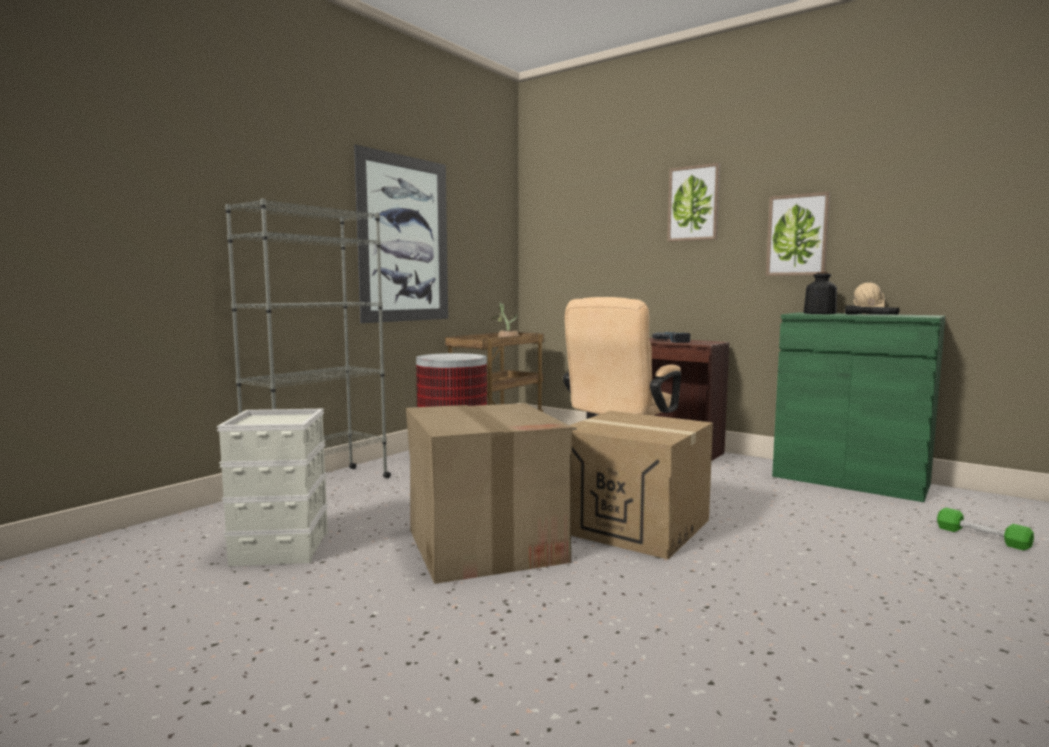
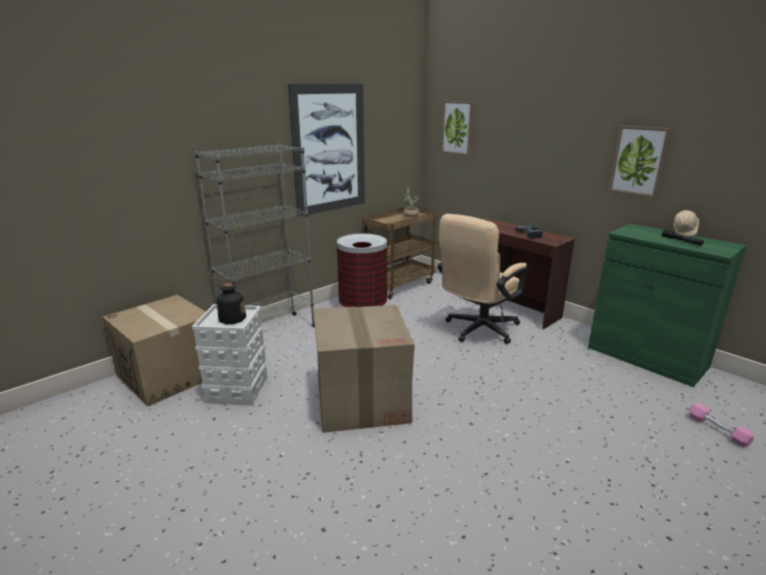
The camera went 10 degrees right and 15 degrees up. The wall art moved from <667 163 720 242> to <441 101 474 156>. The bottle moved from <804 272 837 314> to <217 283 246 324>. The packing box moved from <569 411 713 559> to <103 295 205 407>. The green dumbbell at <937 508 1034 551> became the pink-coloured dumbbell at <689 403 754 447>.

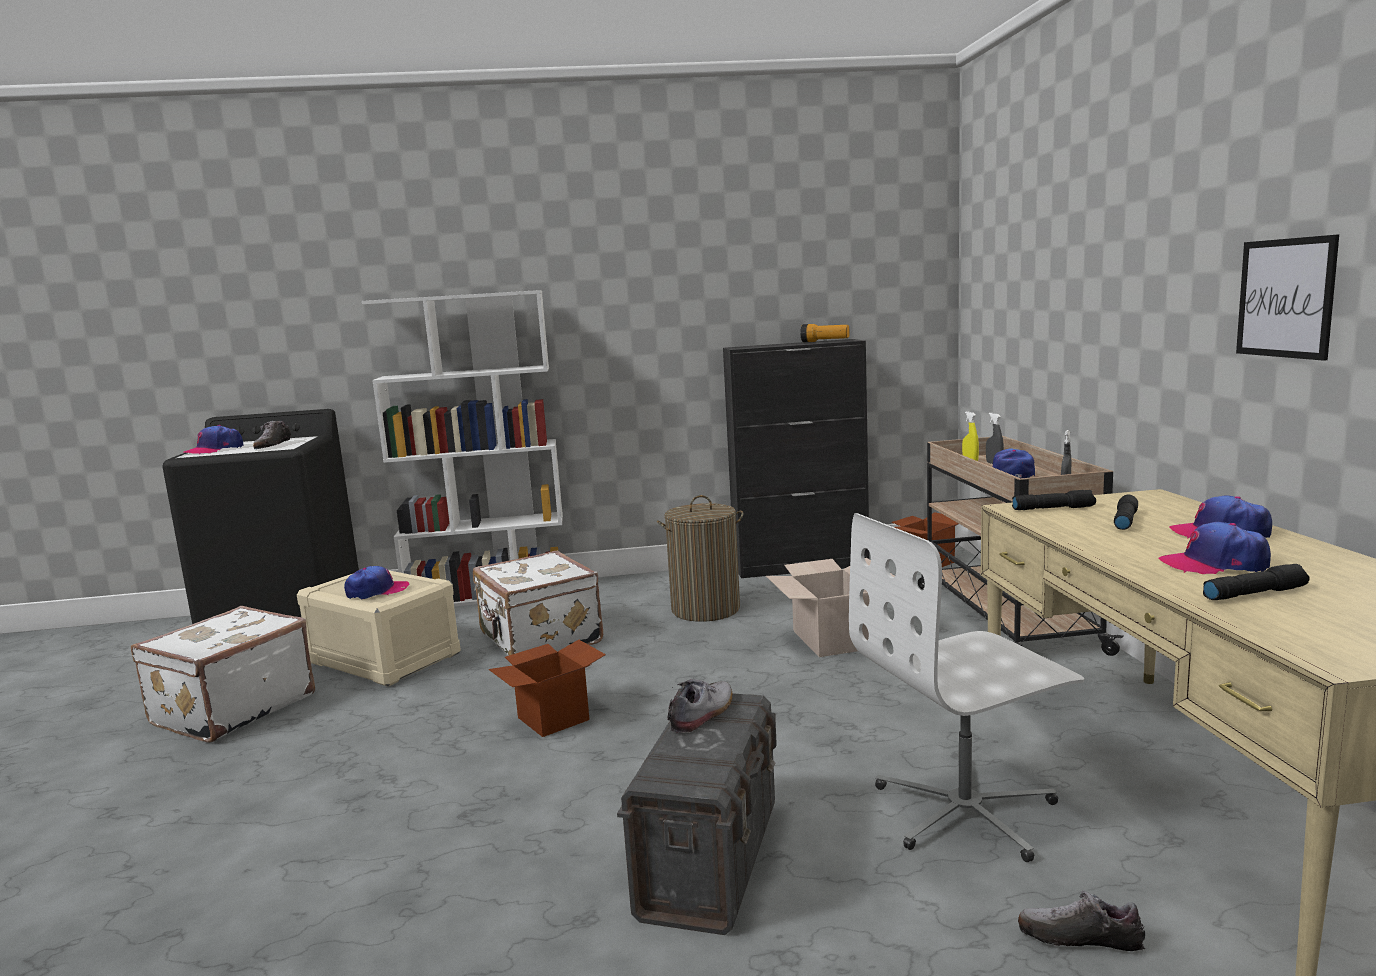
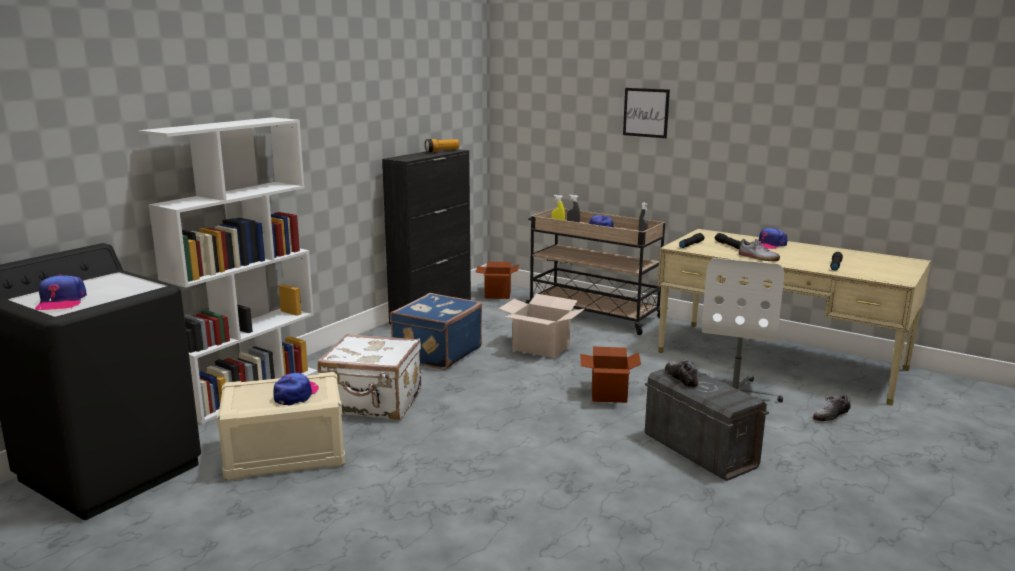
The camera went 50 degrees left and 5 degrees up. The wall art moved from <1236 234 1339 361> to <623 88 670 138>. The item of footwear moved from <253 421 291 449> to <739 239 780 261>. The hamper at <657 495 743 622> was replaced by the blue-coloured suitcase at <390 293 482 370>. The baseball cap at <1158 522 1271 574> disappeared. The whitish suitcase at <131 606 315 743> disappeared. The packing box moved from <488 640 606 737> to <581 347 641 403>.

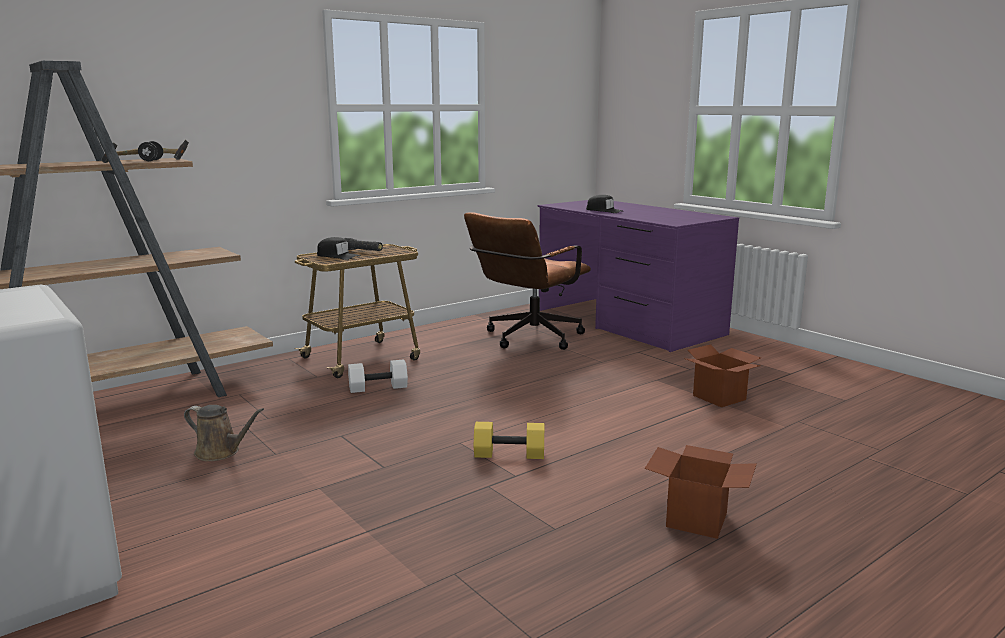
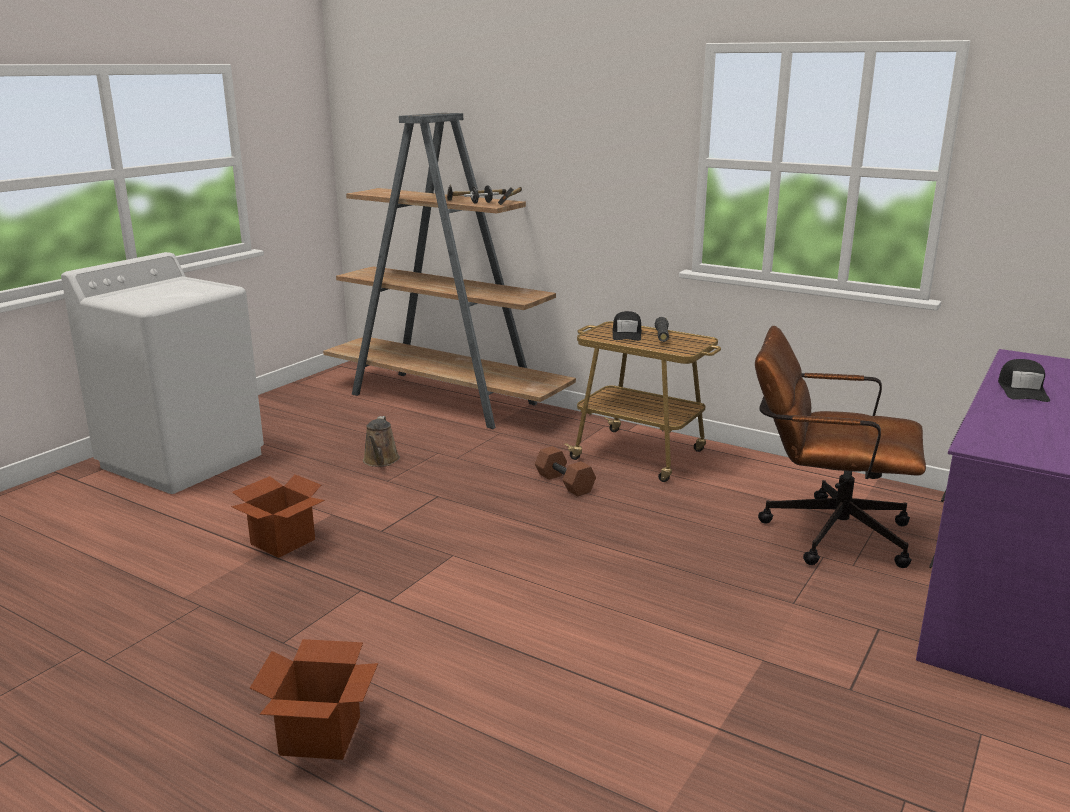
The camera went 70 degrees right and 5 degrees up. The packing box moved from <684 344 761 407> to <231 474 325 558>. The whitish dumbbell at <348 359 408 393> became the brown dumbbell at <535 446 596 496>. The yellow-coloured dumbbell at <474 422 544 459> disappeared.

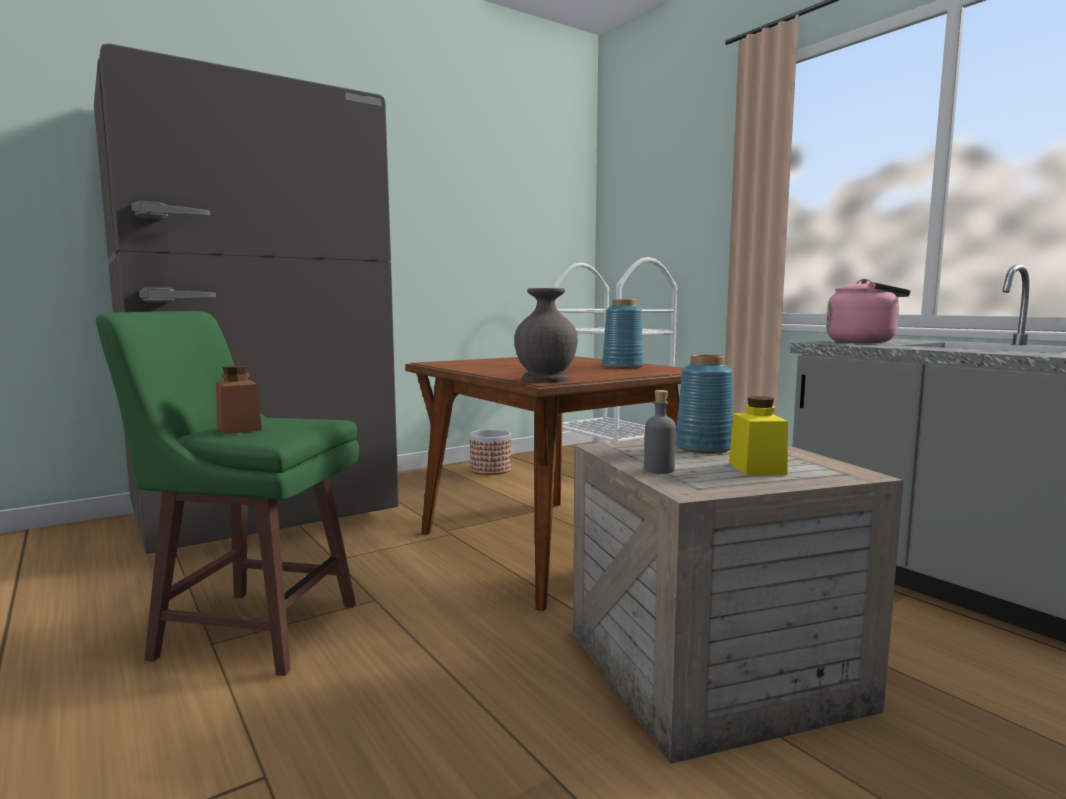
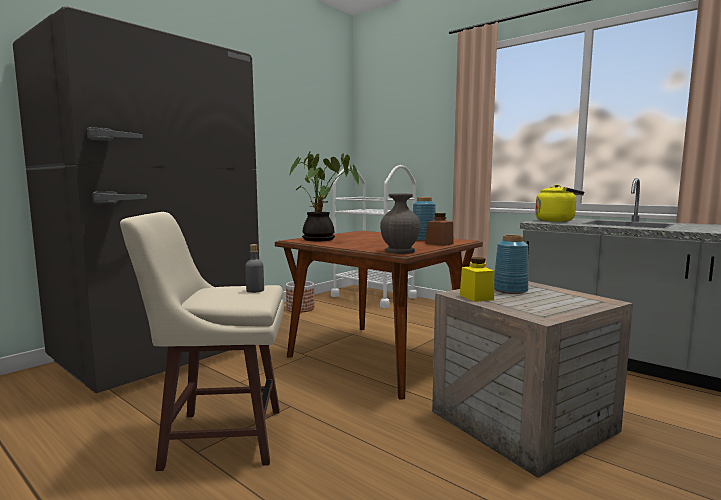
The camera went 15 degrees left and 0 degrees up. The pink-coloured water kettle at <826 279 911 343> became the yellow-coloured water kettle at <535 185 584 222>. The green sitting stool at <96 311 359 676> became the beige sitting stool at <120 212 284 471>. The brown storage jar moved from <216 365 262 434> to <426 213 454 246>. The gray bottle moved from <644 390 676 474> to <245 244 264 293>. The yellow-coloured storage jar moved from <729 396 788 476> to <460 257 494 302>. The plant in a pot at <290 151 359 241> appeared.

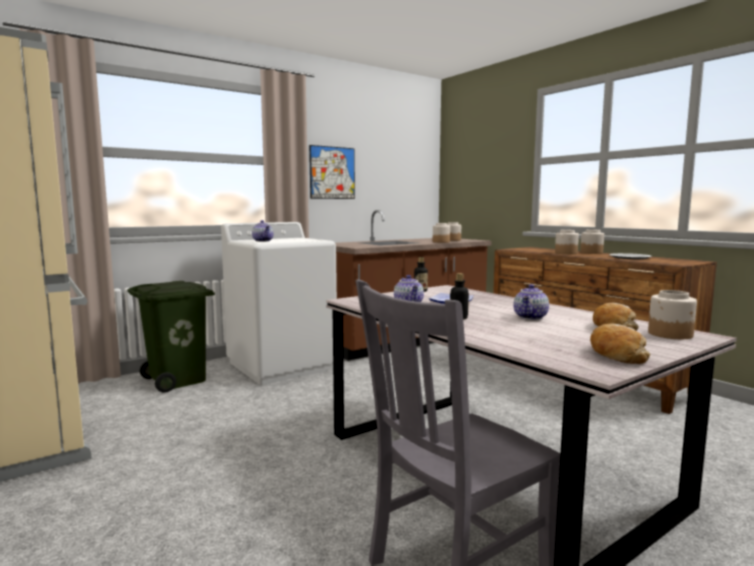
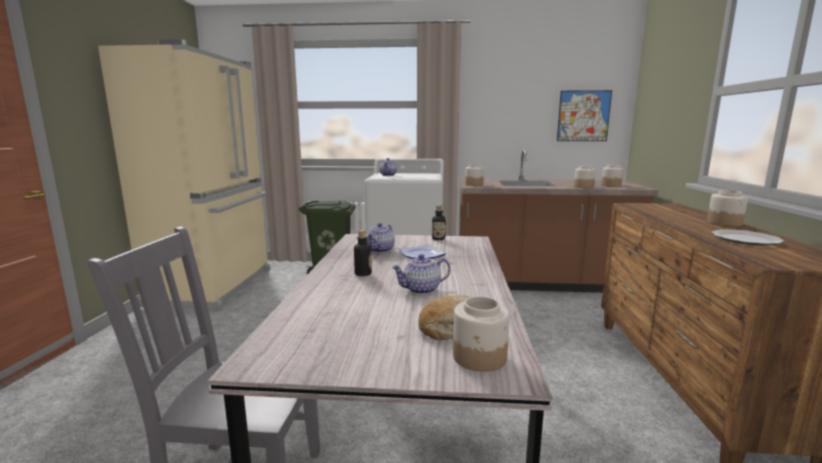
The camera went 40 degrees right and 5 degrees up. The wall art moved from <309 145 355 199> to <557 90 612 141>. The storage jar moved from <555 230 579 254> to <465 164 484 186>. The bakery bread at <590 323 650 364> disappeared.

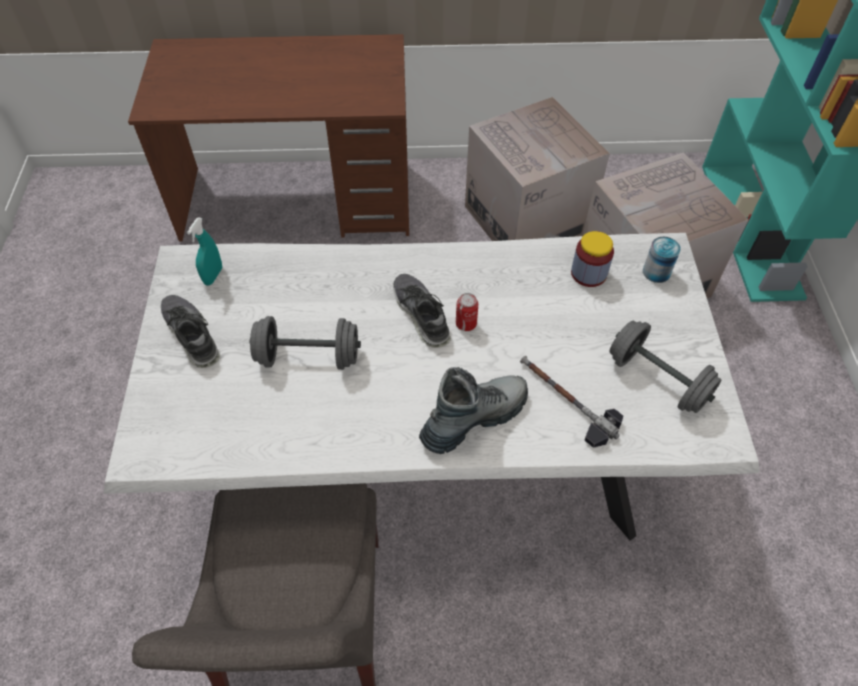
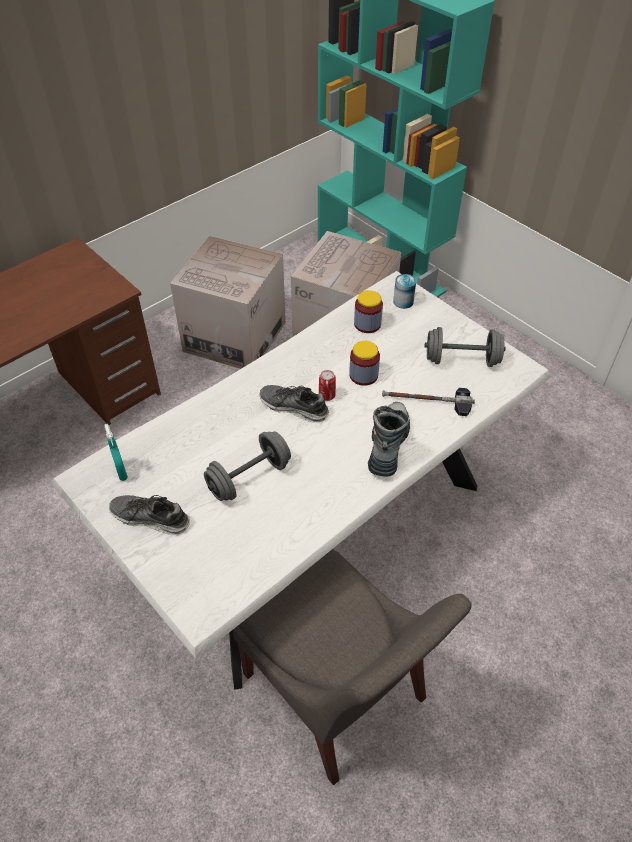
The camera went 40 degrees left and 5 degrees down. The storage jar at <349 341 380 386> appeared.

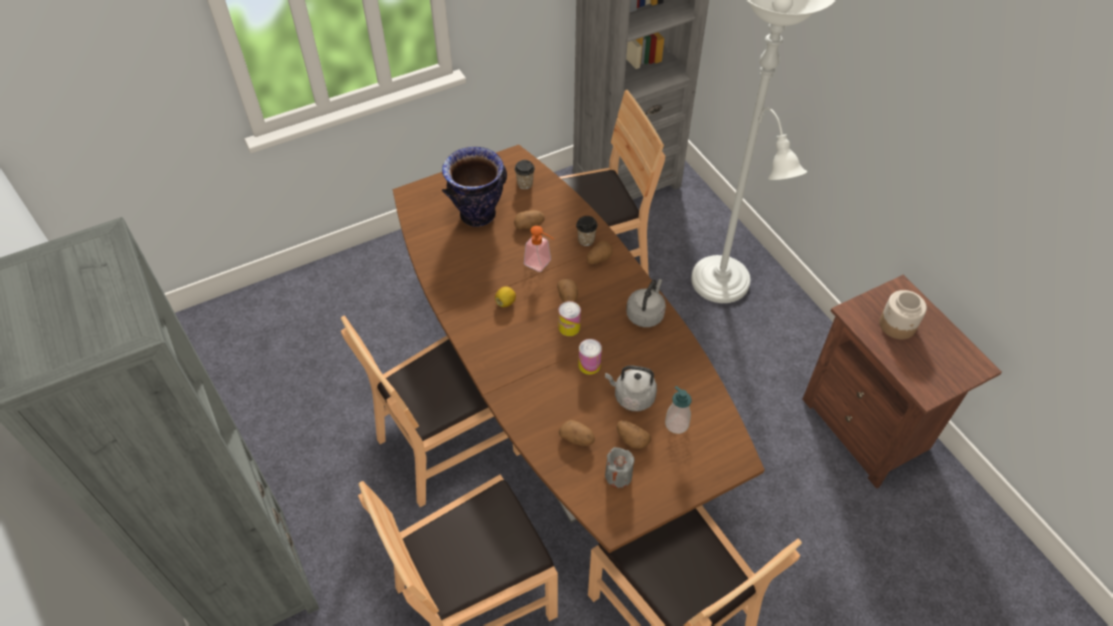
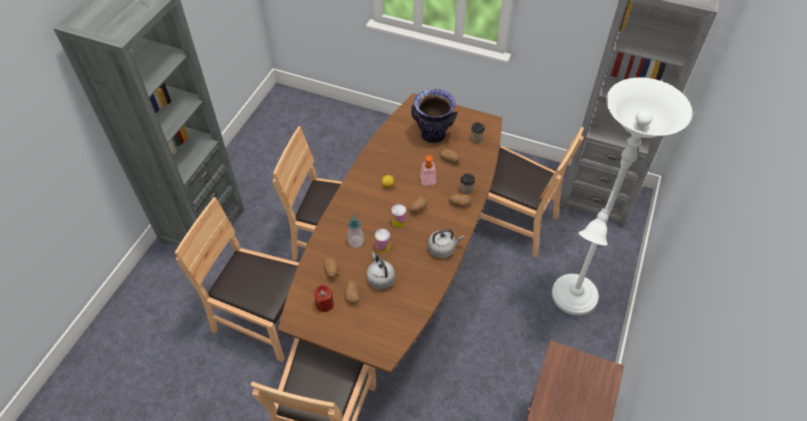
The camera went 50 degrees right and 0 degrees up. The storage jar at <879 290 927 339> disappeared. The soap dispenser moved from <665 386 692 434> to <348 214 364 248>. The gray candle at <605 447 634 488> became the reddish candle at <313 284 334 312>.

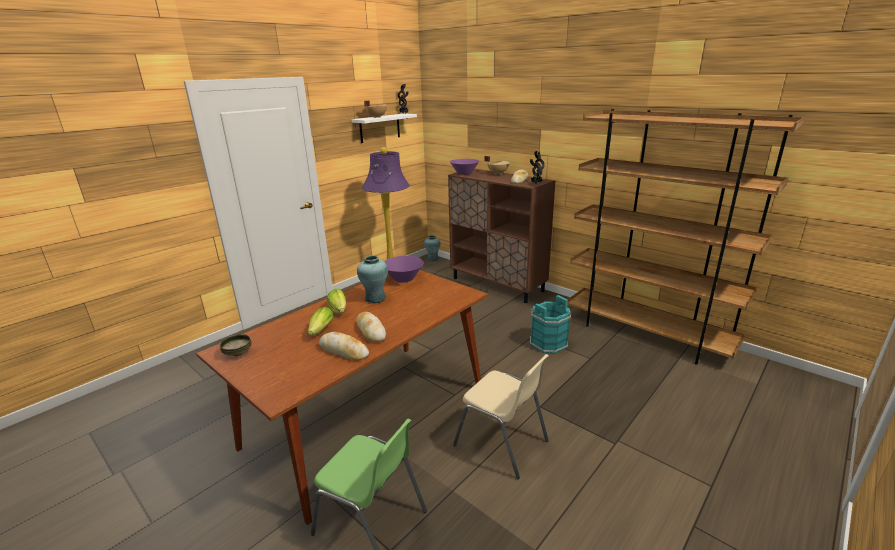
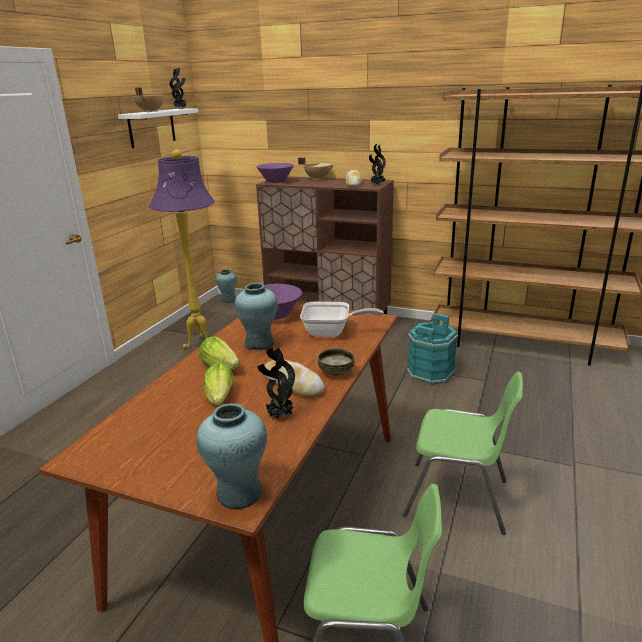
The camera went 20 degrees left and 0 degrees up. The bakery bread at <319 332 369 361> was replaced by the plant in a pot at <257 347 295 419>. The serving bowl moved from <220 334 251 356> to <318 348 355 376>. The beige plain chair at <453 354 549 479> became the green plain chair at <403 371 523 535>. The skillet at <300 302 384 337> appeared. The turquoise decorative vase at <197 403 267 509> appeared.

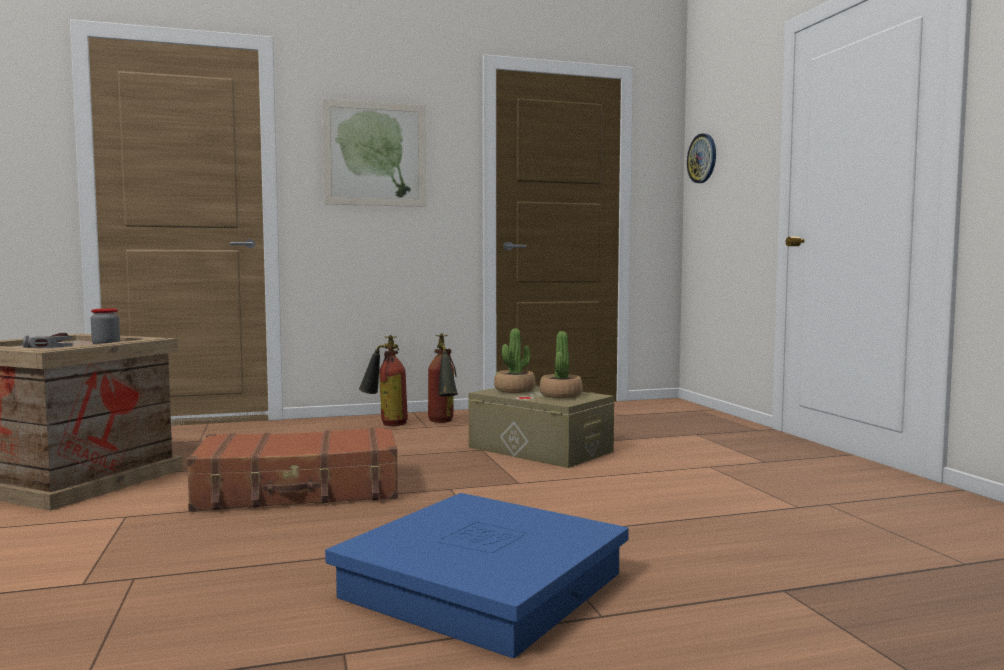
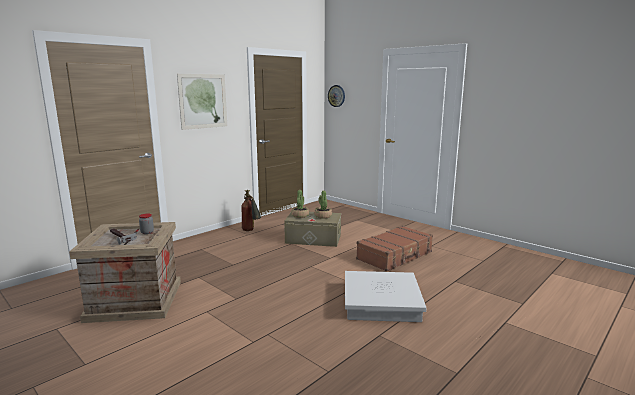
The camera went 30 degrees left and 10 degrees up. The fire-fighting cylinder at <359 335 408 426> disappeared. The brown suitcase moved from <186 426 398 511> to <356 226 433 272>. The blue-coloured storage box at <325 493 629 658> became the whitish storage box at <344 271 426 322>.

